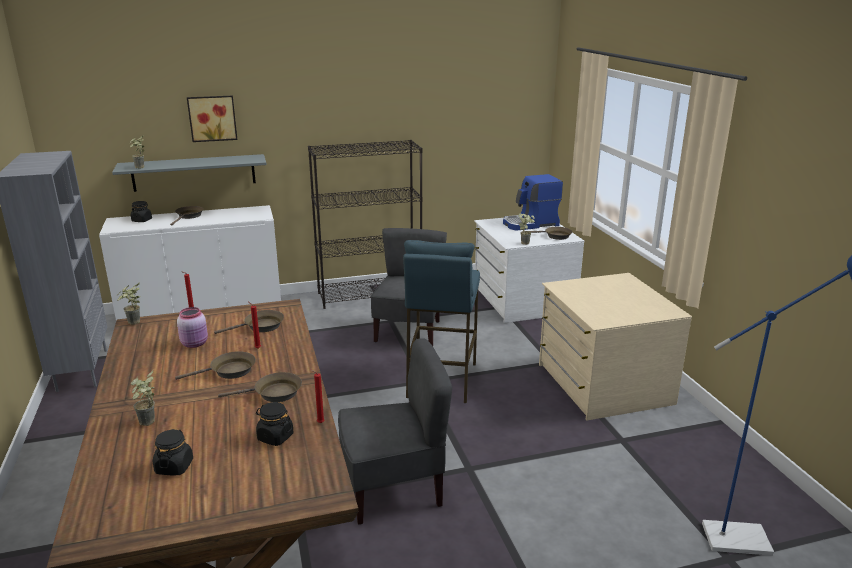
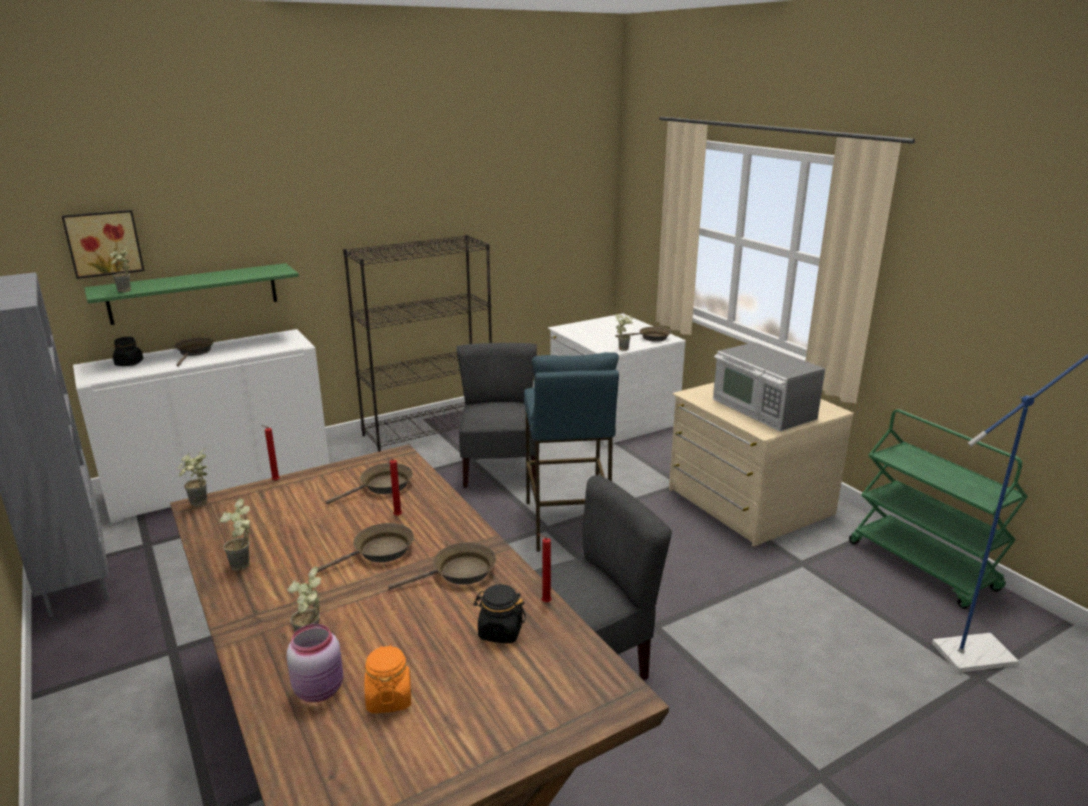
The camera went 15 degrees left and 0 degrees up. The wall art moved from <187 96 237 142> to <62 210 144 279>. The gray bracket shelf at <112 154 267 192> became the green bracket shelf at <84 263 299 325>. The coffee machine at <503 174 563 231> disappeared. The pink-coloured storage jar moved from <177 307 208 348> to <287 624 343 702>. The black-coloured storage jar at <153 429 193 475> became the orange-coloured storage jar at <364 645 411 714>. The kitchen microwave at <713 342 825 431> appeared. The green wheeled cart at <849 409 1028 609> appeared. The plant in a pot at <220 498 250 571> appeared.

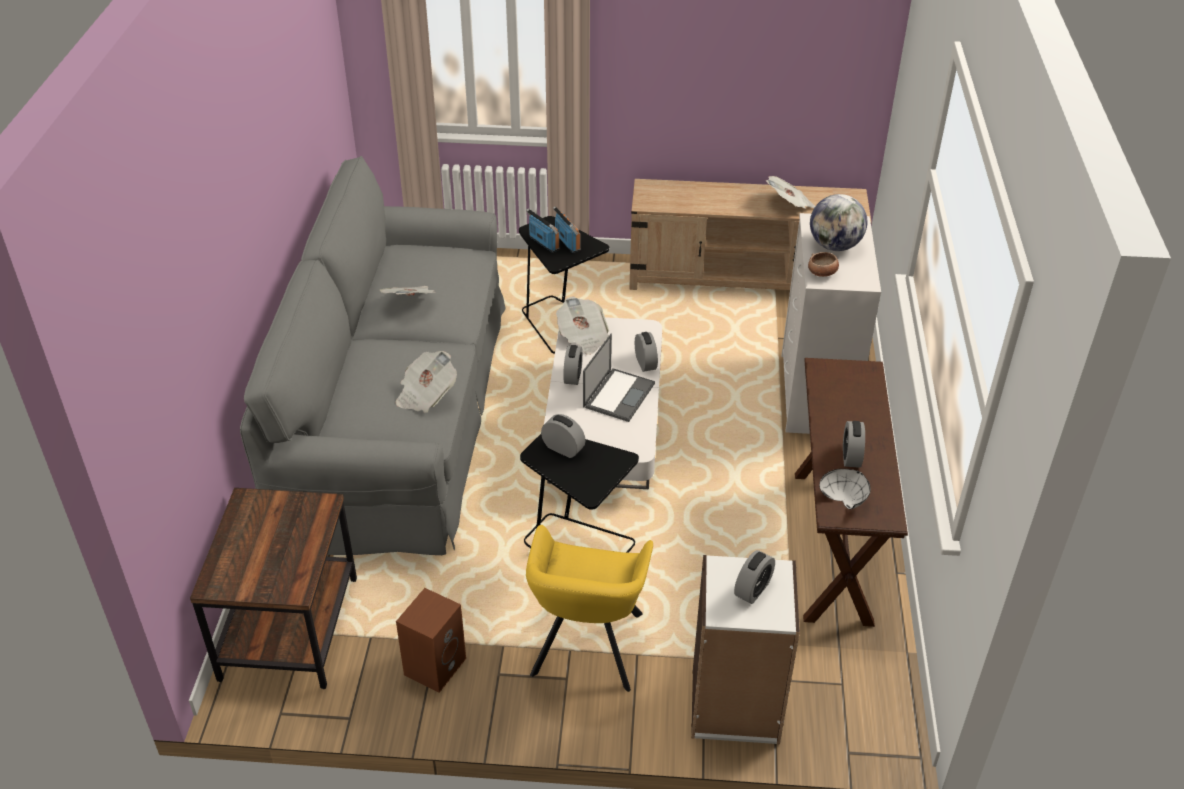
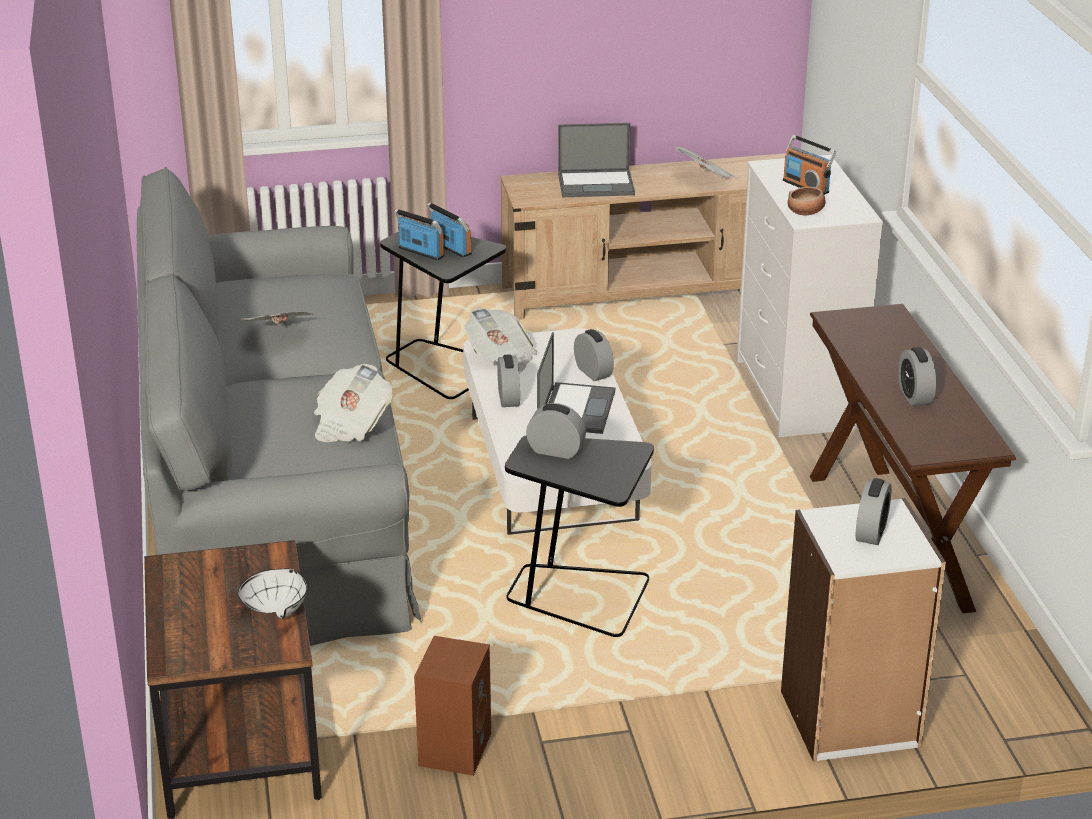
The camera went 15 degrees left and 10 degrees down. The world globe at <810 194 867 251> was replaced by the radio receiver at <783 135 836 195>. The whitish serving bowl moved from <819 469 871 509> to <238 569 307 619>. The yellow-coloured lounge chair at <526 525 653 692> disappeared. The notebook computer at <558 123 635 197> appeared.

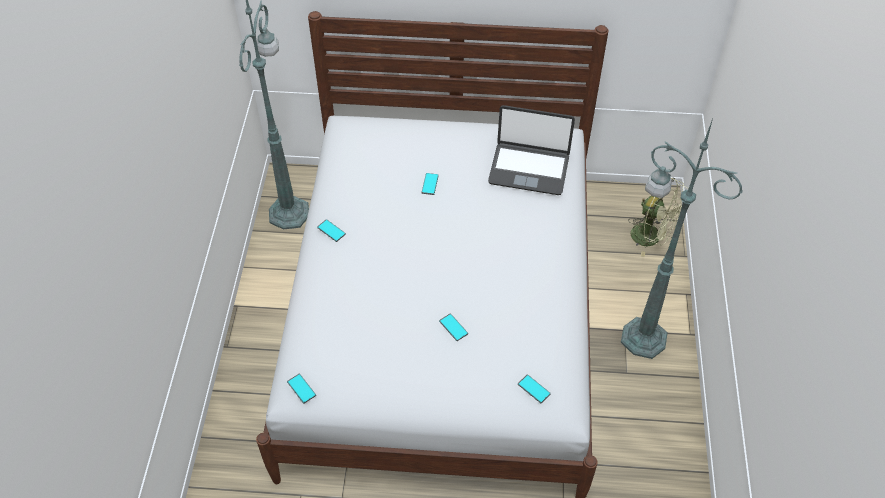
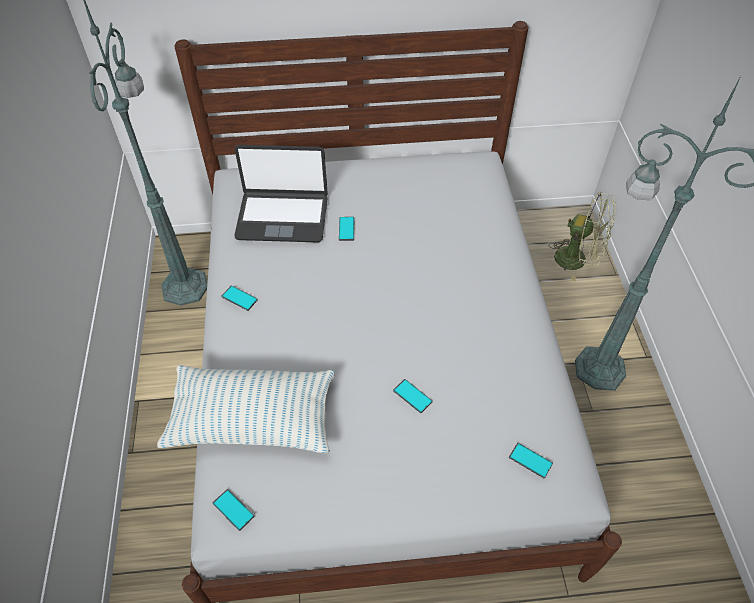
The camera went 10 degrees left and 0 degrees up. The notebook computer moved from <488 105 575 195> to <234 145 328 243>. The pillow at <157 365 335 453> appeared.

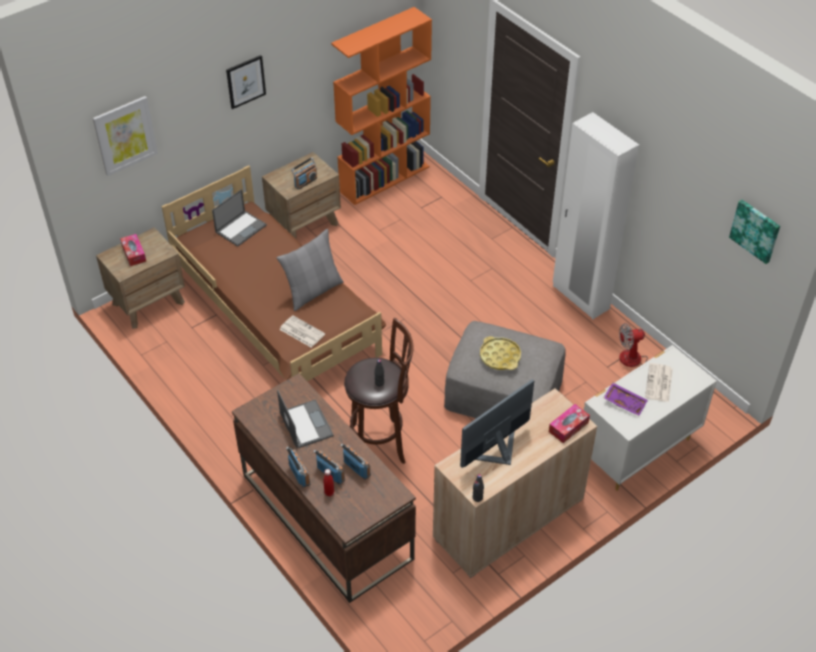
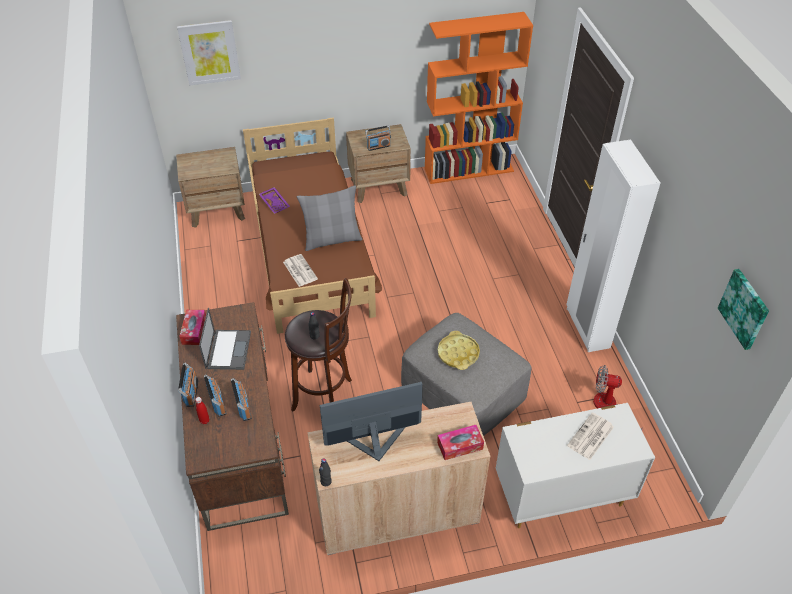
The camera went 25 degrees right and 0 degrees up. The wall art at <226 55 266 109> disappeared. The notebook computer at <212 189 267 247> disappeared. The tissue box moved from <120 234 146 266> to <179 310 206 345>. The purple serving tray moved from <604 383 648 416> to <259 187 290 214>.

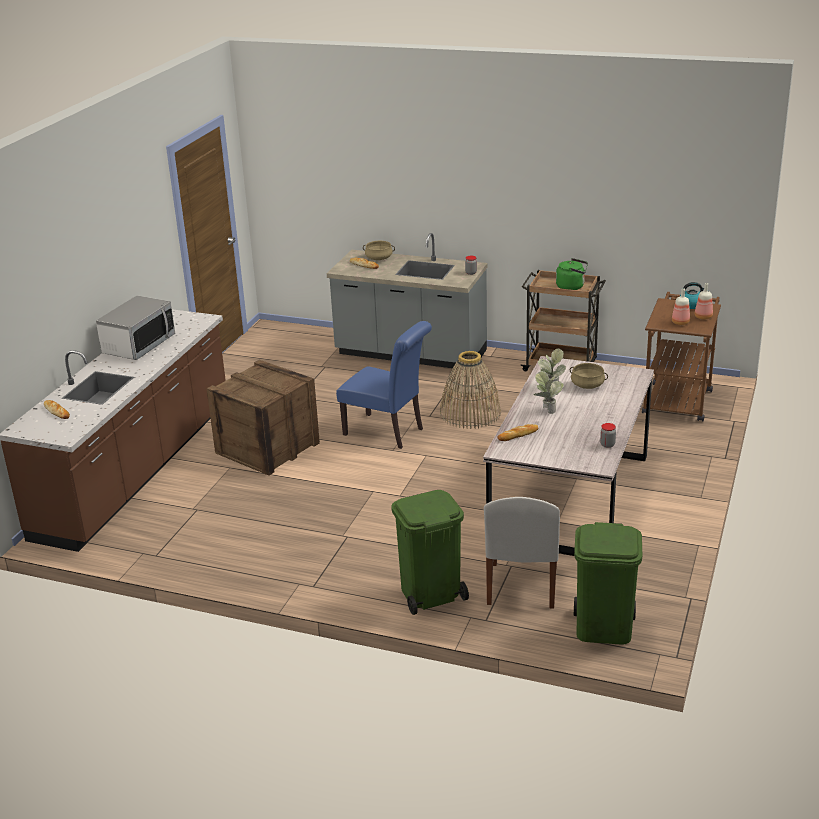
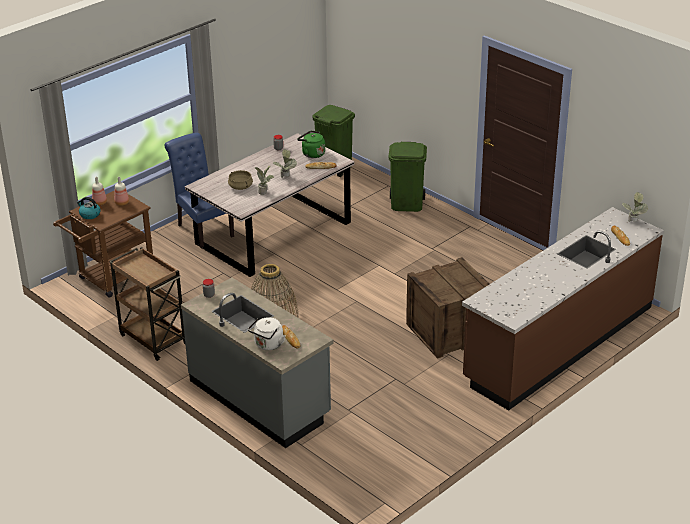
The camera went 155 degrees left and 5 degrees up. The beige stockpot at <363 241 395 260> was replaced by the whitish water kettle at <248 317 285 350>. The green water kettle moved from <556 258 588 290> to <297 131 325 158>. The kitchen microwave at <96 295 175 360> disappeared. The blue-coloured plain chair moved from <336 321 432 449> to <165 133 234 249>. The whitish plain chair at <484 497 560 609> disappeared. The plant in a pot at <622 192 648 222> appeared.

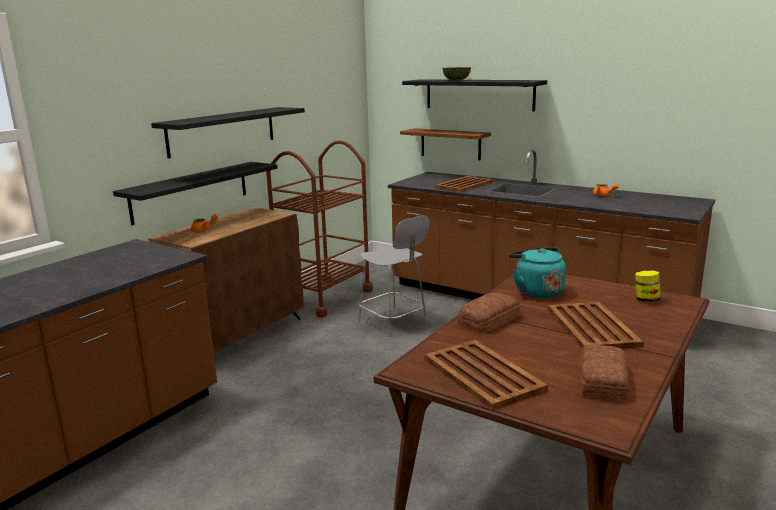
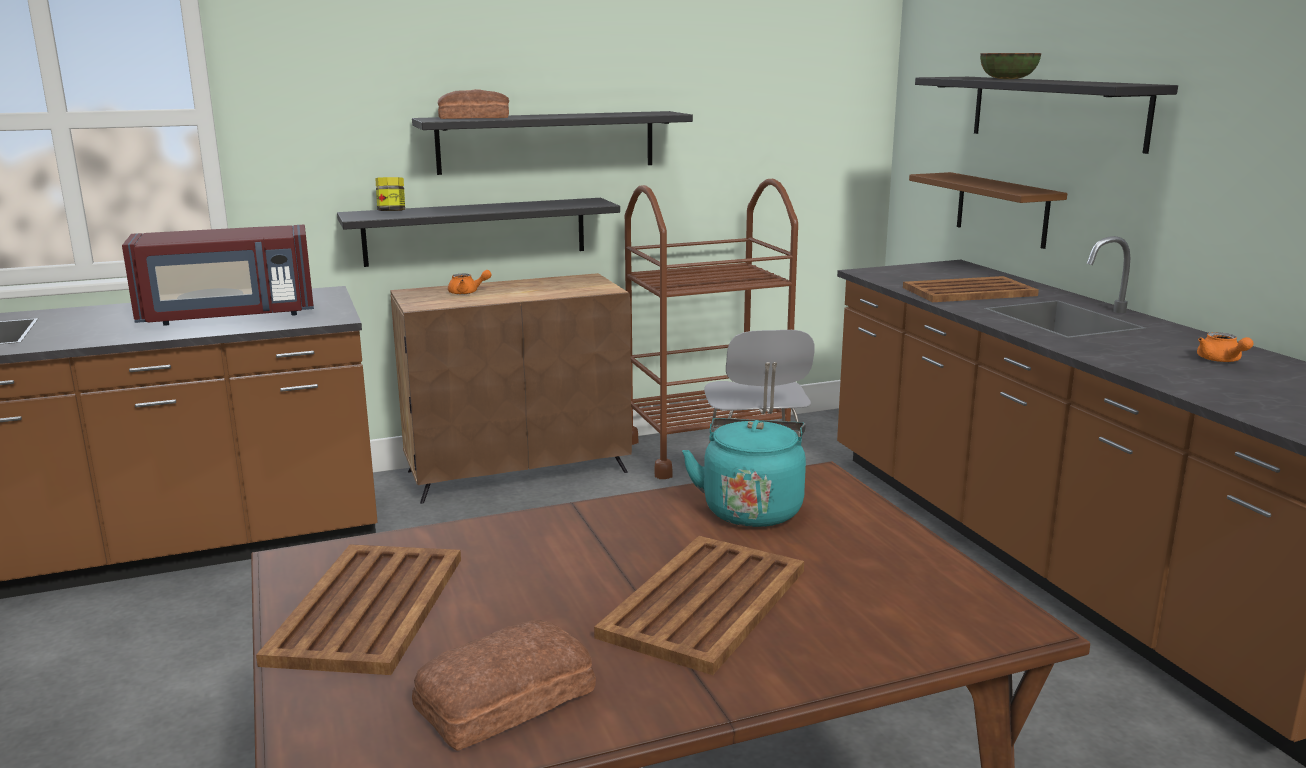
The camera went 35 degrees right and 0 degrees up. The storage jar moved from <635 271 661 302> to <375 177 405 211>. The bakery bread moved from <458 293 520 333> to <437 89 509 119>. The reddish kitchen microwave at <122 225 314 326> appeared.

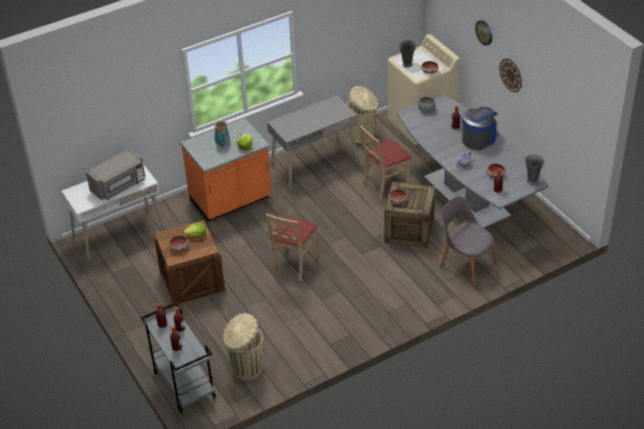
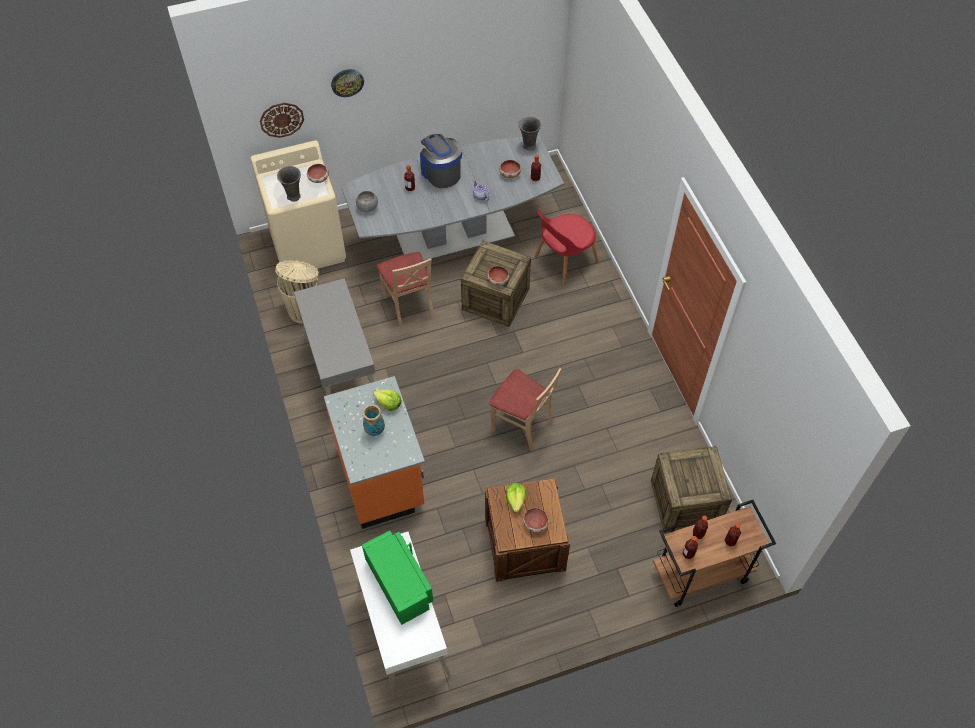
The camera went 80 degrees left and 15 degrees up. The wall clock moved from <499 59 522 92> to <260 103 304 138>. The gray kitchen microwave at <86 148 145 200> became the green kitchen microwave at <362 530 433 625>. The gray plain chair at <440 197 497 285> became the reddish plain chair at <535 211 599 285>. The gray wheeled cart at <140 302 216 413> became the brown wheeled cart at <653 500 776 607>. The beige waste bin at <223 313 263 380> was replaced by the shipping crate at <651 446 732 533>.

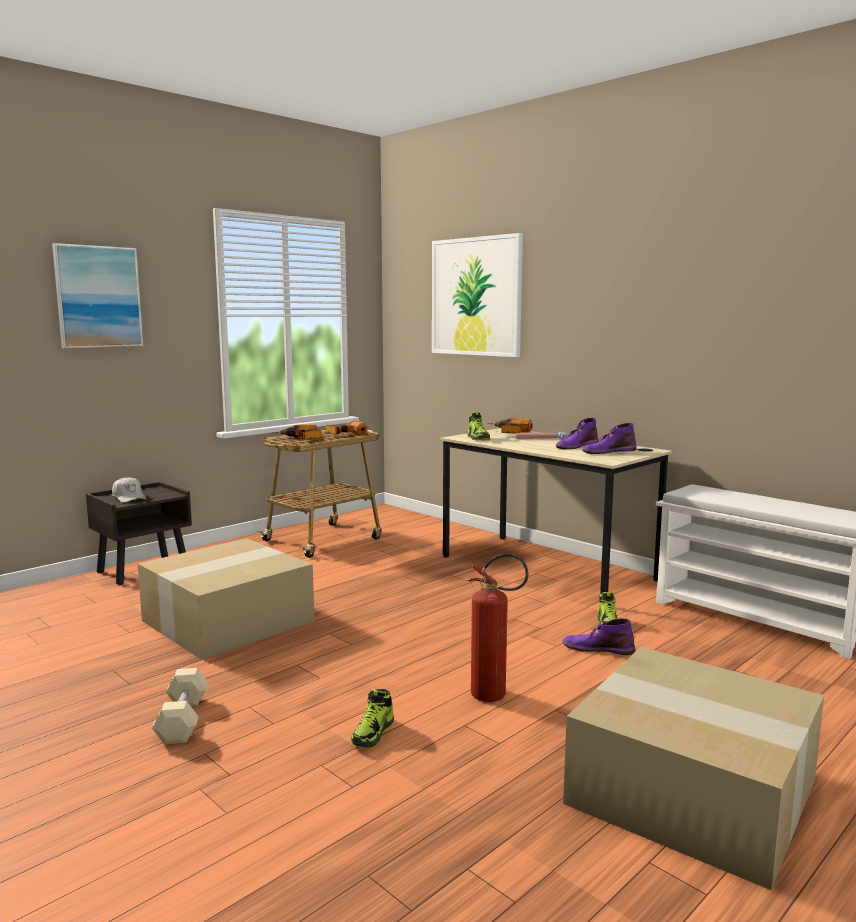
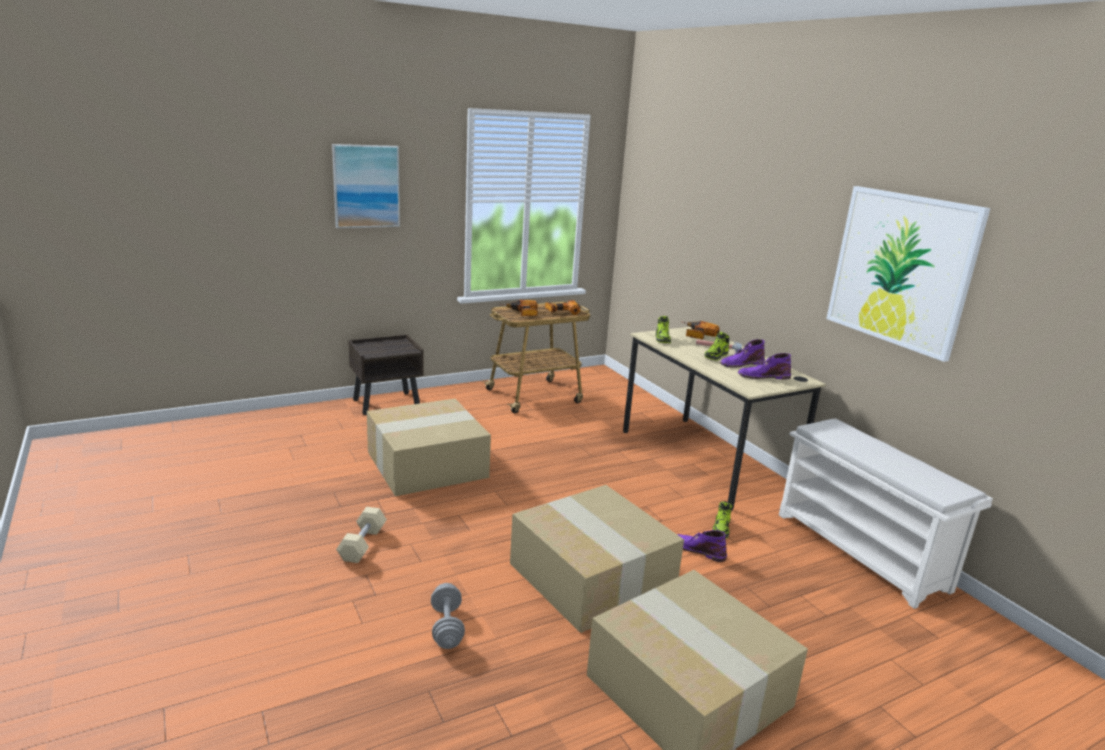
The camera went 15 degrees right and 10 degrees up. The wall art moved from <432 233 523 357> to <826 186 991 362>. The whitish baseball cap at <112 477 146 503> disappeared. The fire-fighting cylinder at <468 553 528 702> was replaced by the packing box at <510 485 684 633>. The item of footwear moved from <351 689 394 749> to <705 332 729 360>. The gray dumbbell at <431 583 465 649> appeared.

